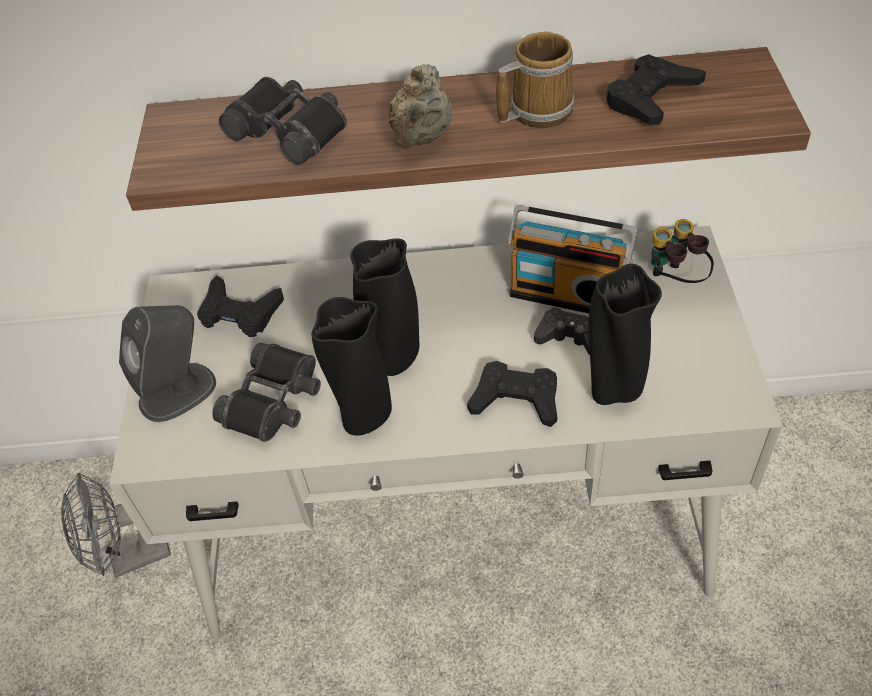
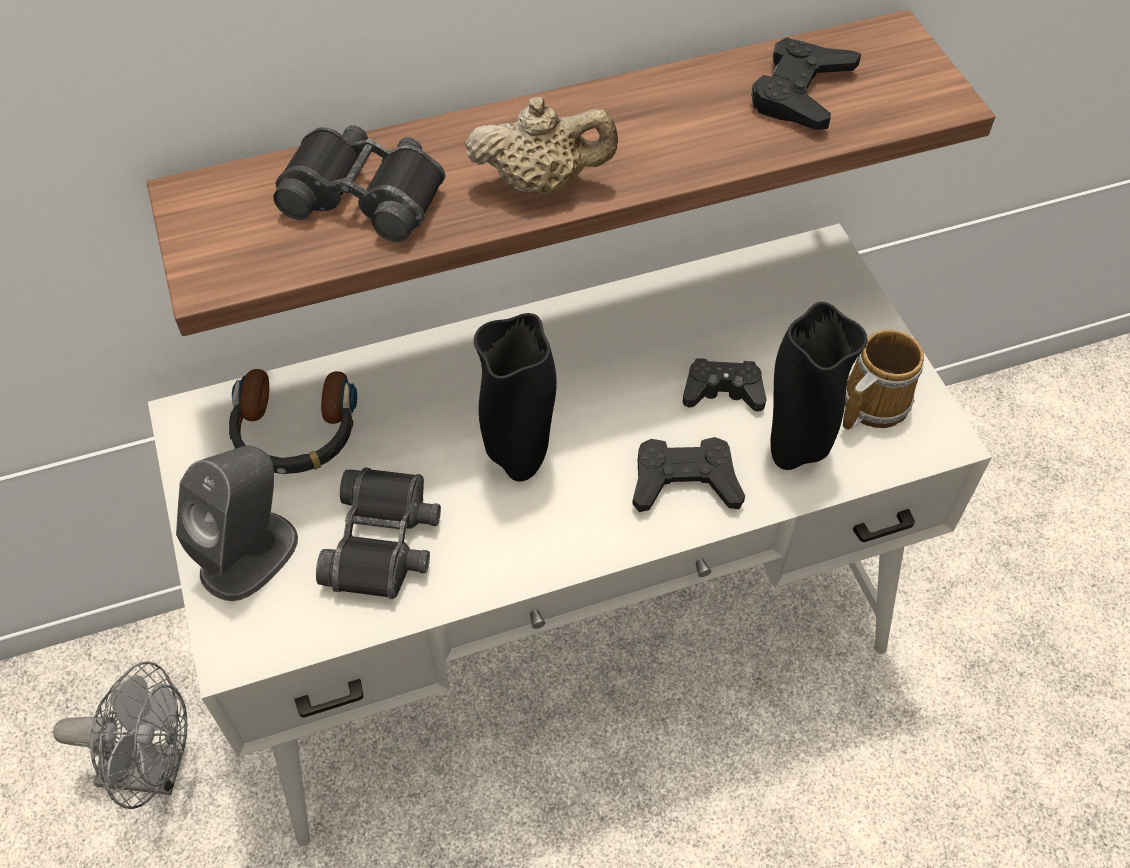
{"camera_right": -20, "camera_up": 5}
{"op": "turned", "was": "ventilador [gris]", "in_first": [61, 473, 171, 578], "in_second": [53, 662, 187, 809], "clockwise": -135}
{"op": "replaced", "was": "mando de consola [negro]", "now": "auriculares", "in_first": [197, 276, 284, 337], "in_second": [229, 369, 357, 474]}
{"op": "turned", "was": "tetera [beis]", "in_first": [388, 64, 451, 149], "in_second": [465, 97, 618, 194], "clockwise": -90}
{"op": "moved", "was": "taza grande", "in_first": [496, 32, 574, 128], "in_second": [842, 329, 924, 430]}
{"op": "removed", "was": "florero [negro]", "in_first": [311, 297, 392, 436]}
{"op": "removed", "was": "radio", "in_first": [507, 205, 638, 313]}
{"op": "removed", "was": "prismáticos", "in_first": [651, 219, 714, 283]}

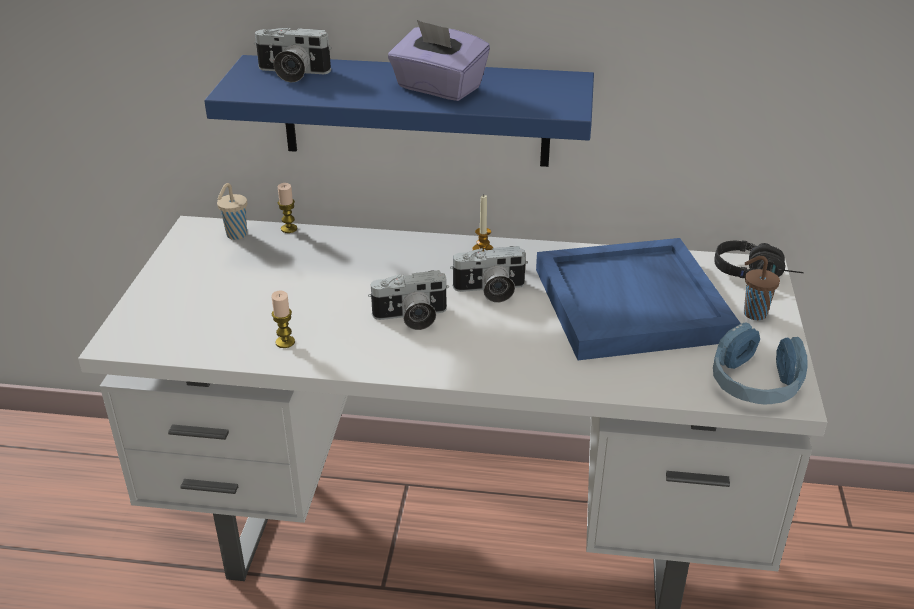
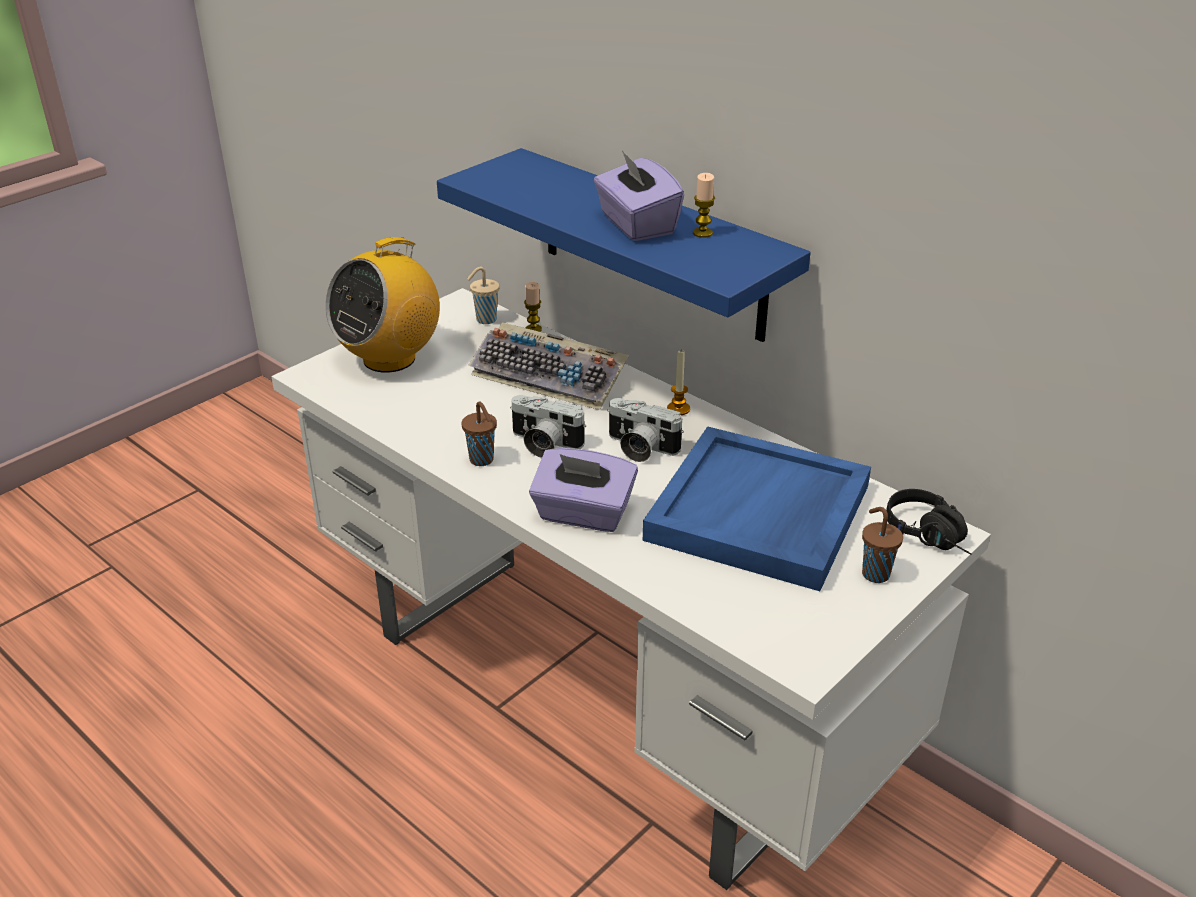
{"camera_right": 35, "camera_up": 0}
{"op": "added", "now": "radio", "in_second": [325, 237, 440, 373]}
{"op": "added", "now": "taza [marrón]", "in_second": [462, 401, 497, 466]}
{"op": "added", "now": "teclado", "in_second": [468, 322, 629, 410]}
{"op": "added", "now": "caja de pañuelos [morado]", "in_second": [529, 448, 638, 532]}
{"op": "moved", "was": "vela", "in_first": [271, 291, 295, 348], "in_second": [693, 173, 715, 238]}
{"op": "removed", "was": "cámara", "in_first": [254, 28, 332, 82]}
{"op": "removed", "was": "auriculares [azul]", "in_first": [713, 322, 808, 404]}

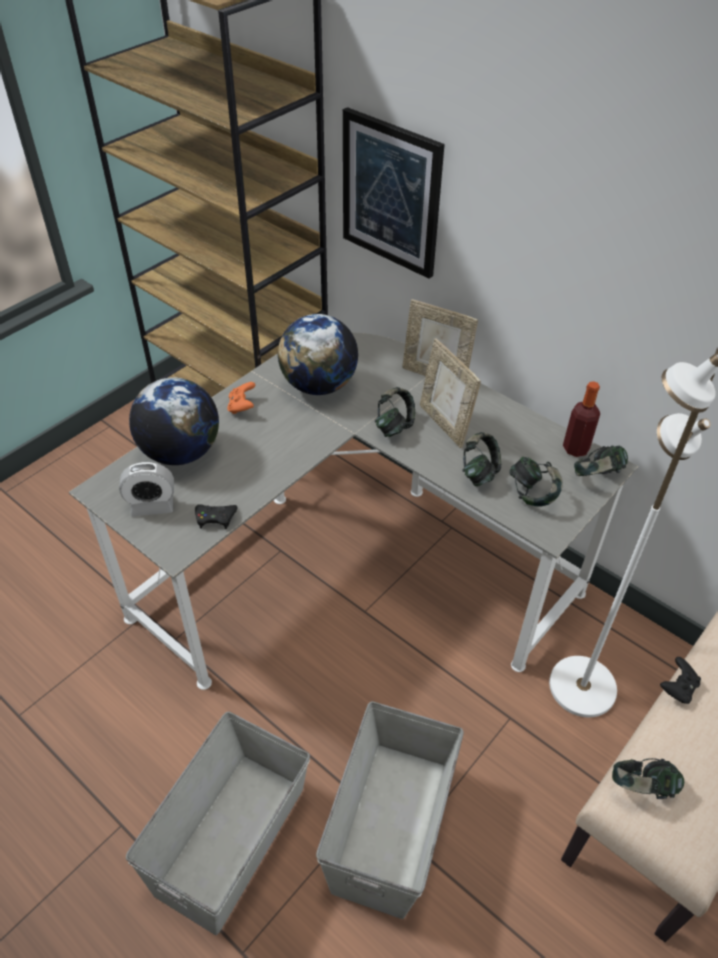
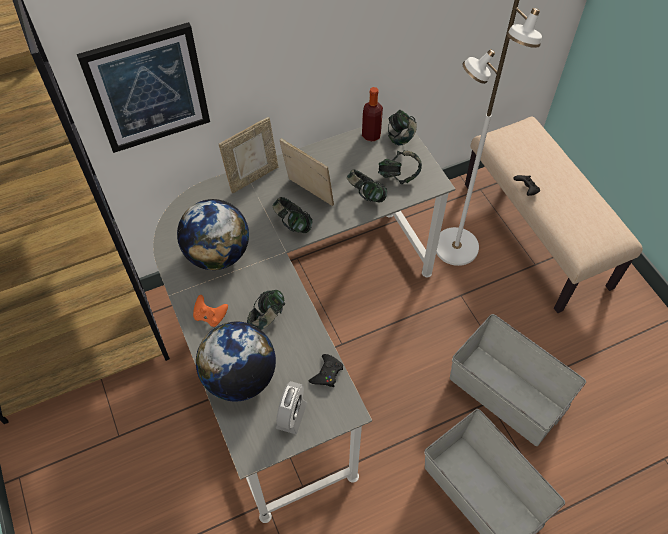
{"camera_right": -65, "camera_up": 10}
{"op": "moved", "was": "auriculares", "in_first": [612, 758, 684, 799], "in_second": [247, 290, 285, 330]}
{"op": "turned", "was": "portarretratos", "in_first": [420, 338, 481, 448], "in_second": [280, 138, 334, 206], "clockwise": -135}

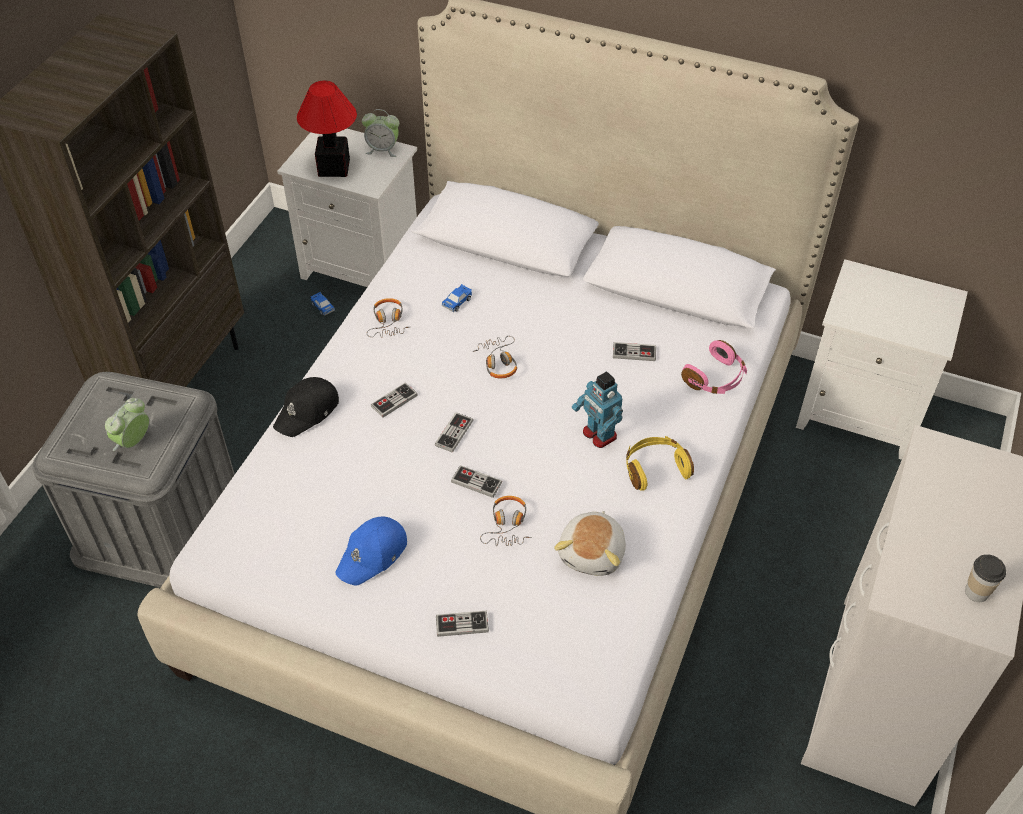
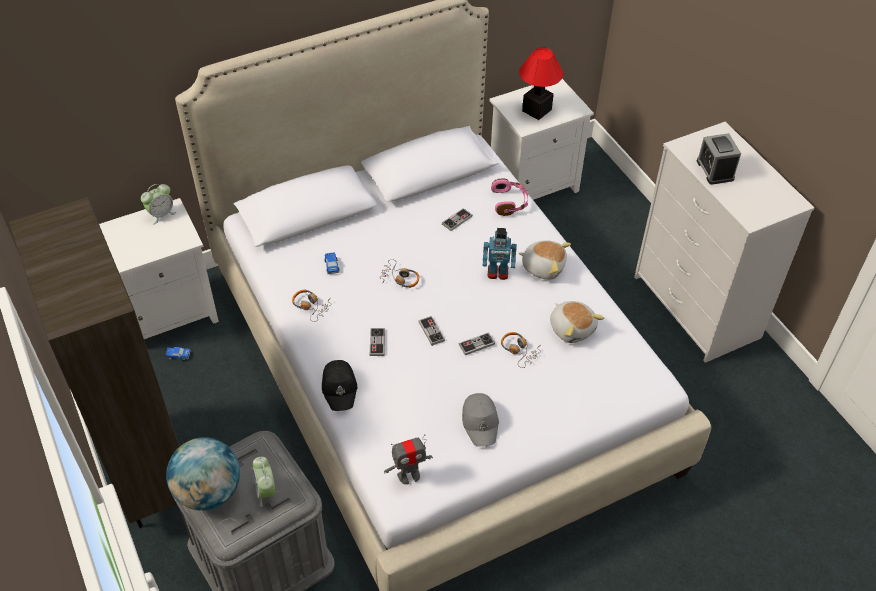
{"camera_right": -50, "camera_up": 0}
{"op": "added", "now": "globo terráqueo", "in_second": [166, 437, 240, 511]}
{"op": "added", "now": "robot de juguete", "in_second": [384, 434, 433, 485]}
{"op": "recoloured", "was": "gorra [azul]", "now": "gorra [gris]", "in_first": [335, 517, 407, 586], "in_second": [462, 393, 499, 447]}
{"op": "replaced", "was": "auriculares [amarillo]", "now": "peluche", "in_first": [626, 436, 694, 491], "in_second": [518, 240, 571, 280]}
{"op": "moved", "was": "lámpara de mesa", "in_first": [297, 81, 357, 177], "in_second": [519, 48, 563, 120]}
{"op": "added", "now": "despertador", "in_second": [697, 133, 741, 185]}
{"op": "removed", "was": "mando de consola", "in_first": [436, 610, 489, 637]}
{"op": "removed", "was": "taza", "in_first": [965, 554, 1006, 602]}

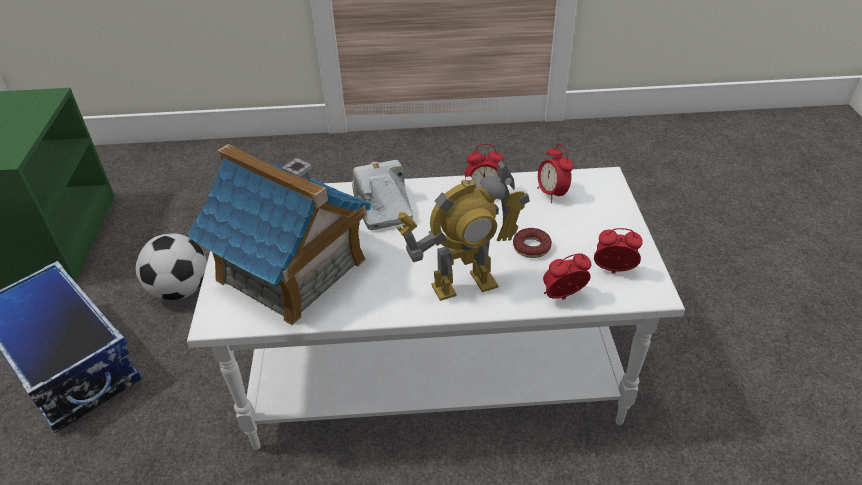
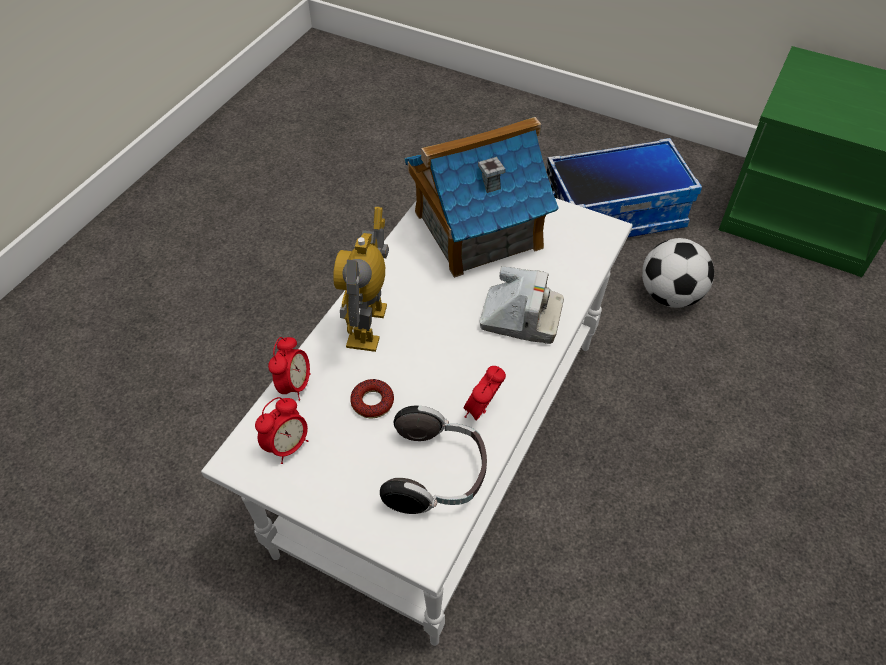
{"camera_right": 120, "camera_up": 10}
{"op": "replaced", "was": "despertador", "now": "auriculares", "in_first": [537, 144, 574, 203], "in_second": [380, 405, 487, 514]}

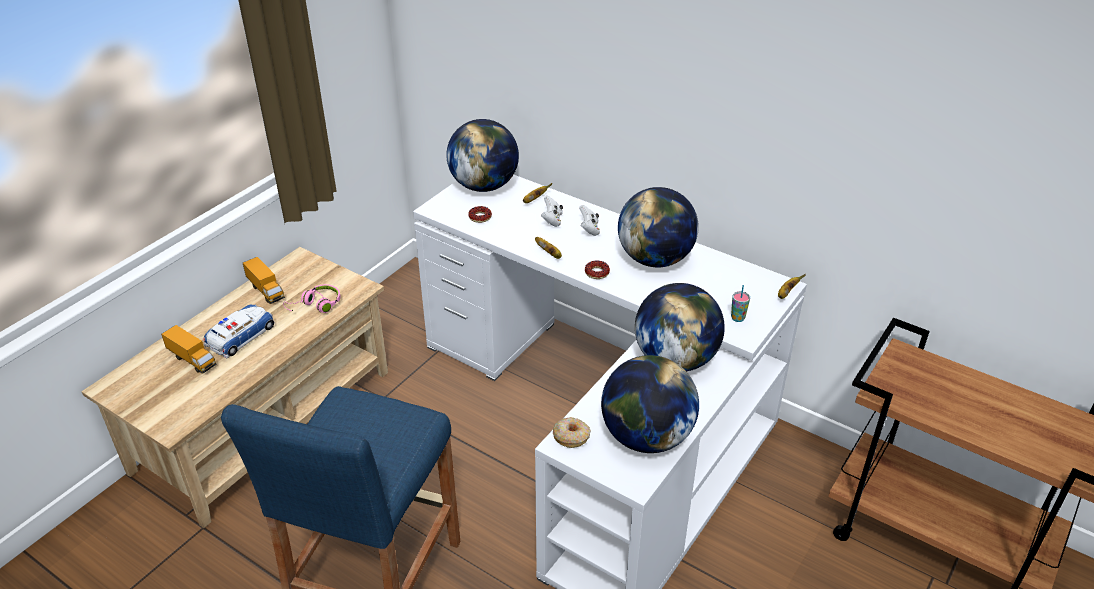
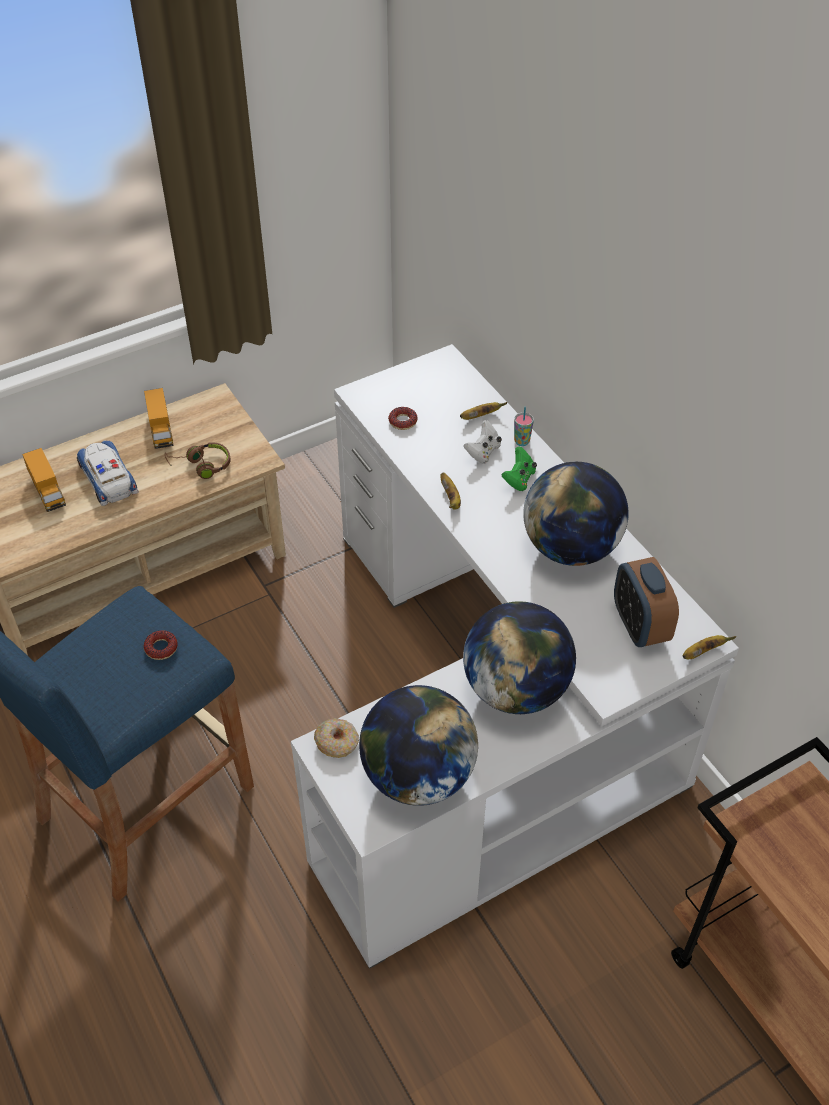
{"camera_right": 25, "camera_up": 10}
{"op": "turned", "was": "coche de juguete", "in_first": [203, 304, 275, 358], "in_second": [77, 440, 139, 506], "clockwise": -90}
{"op": "moved", "was": "rosquilla", "in_first": [585, 260, 610, 279], "in_second": [144, 630, 178, 660]}
{"op": "recoloured", "was": "auriculares [rosa]", "now": "auriculares [marrón]", "in_first": [283, 284, 341, 313], "in_second": [165, 442, 231, 479]}
{"op": "recoloured", "was": "mando de consola [blanco]", "now": "mando de consola [verde]", "in_first": [579, 205, 600, 236], "in_second": [501, 447, 537, 491]}
{"op": "moved", "was": "taza", "in_first": [731, 285, 750, 322], "in_second": [514, 407, 534, 446]}
{"op": "added", "now": "despertador", "in_second": [614, 557, 679, 647]}
{"op": "removed", "was": "globo terráqueo", "in_first": [446, 119, 519, 192]}

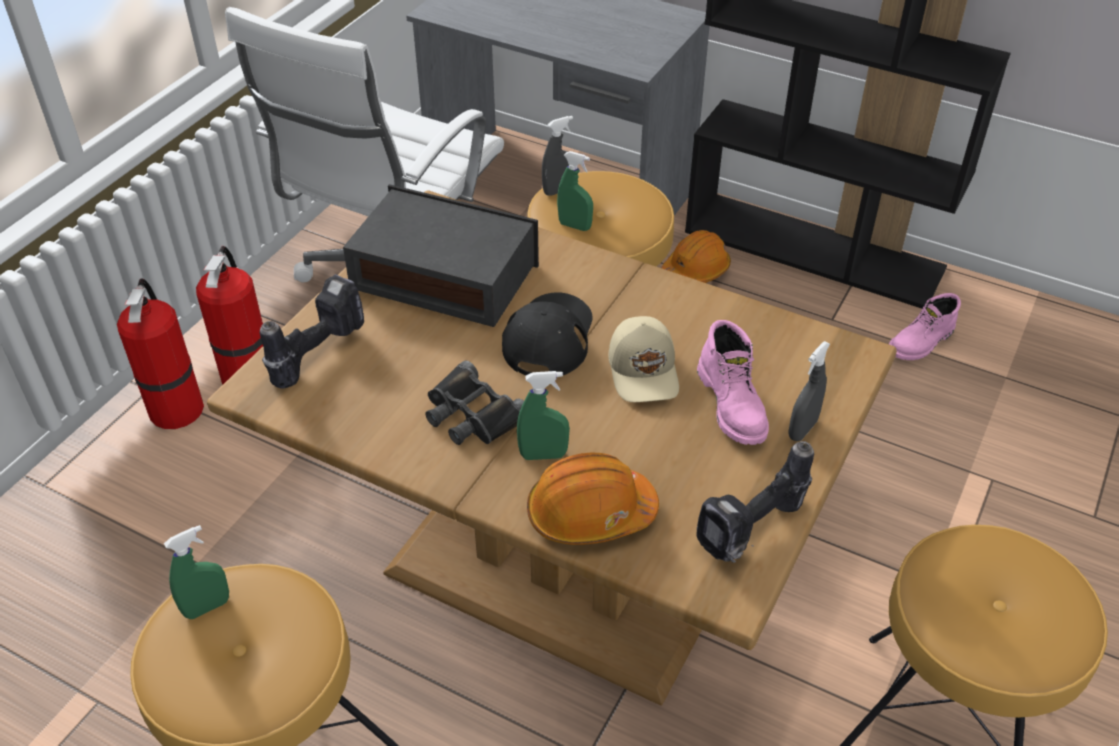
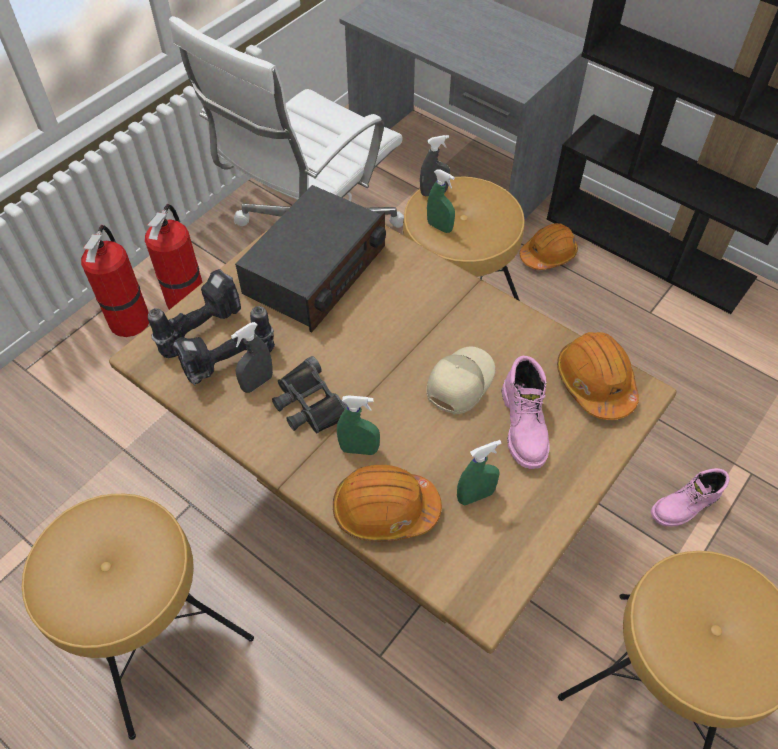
{"camera_right": 10, "camera_up": 10}
{"op": "moved", "was": "taladro", "in_first": [697, 441, 814, 563], "in_second": [173, 306, 275, 385]}
{"op": "moved", "was": "pulverizador [gris]", "in_first": [789, 341, 830, 441], "in_second": [231, 322, 273, 393]}
{"op": "turned", "was": "radio", "in_first": [343, 184, 539, 327], "in_second": [235, 185, 386, 333], "clockwise": 90}
{"op": "turned", "was": "gorra [beis]", "in_first": [609, 316, 679, 402], "in_second": [426, 346, 495, 414], "clockwise": -150}
{"op": "moved", "was": "pulverizador [verde]", "in_first": [164, 525, 229, 619], "in_second": [457, 440, 502, 505]}
{"op": "added", "now": "casco [naranja]", "in_second": [557, 332, 639, 420]}
{"op": "moved", "was": "bota [rosa]", "in_first": [889, 293, 961, 360], "in_second": [651, 468, 729, 527]}
{"op": "removed", "was": "gorra [negro]", "in_first": [502, 292, 593, 376]}

